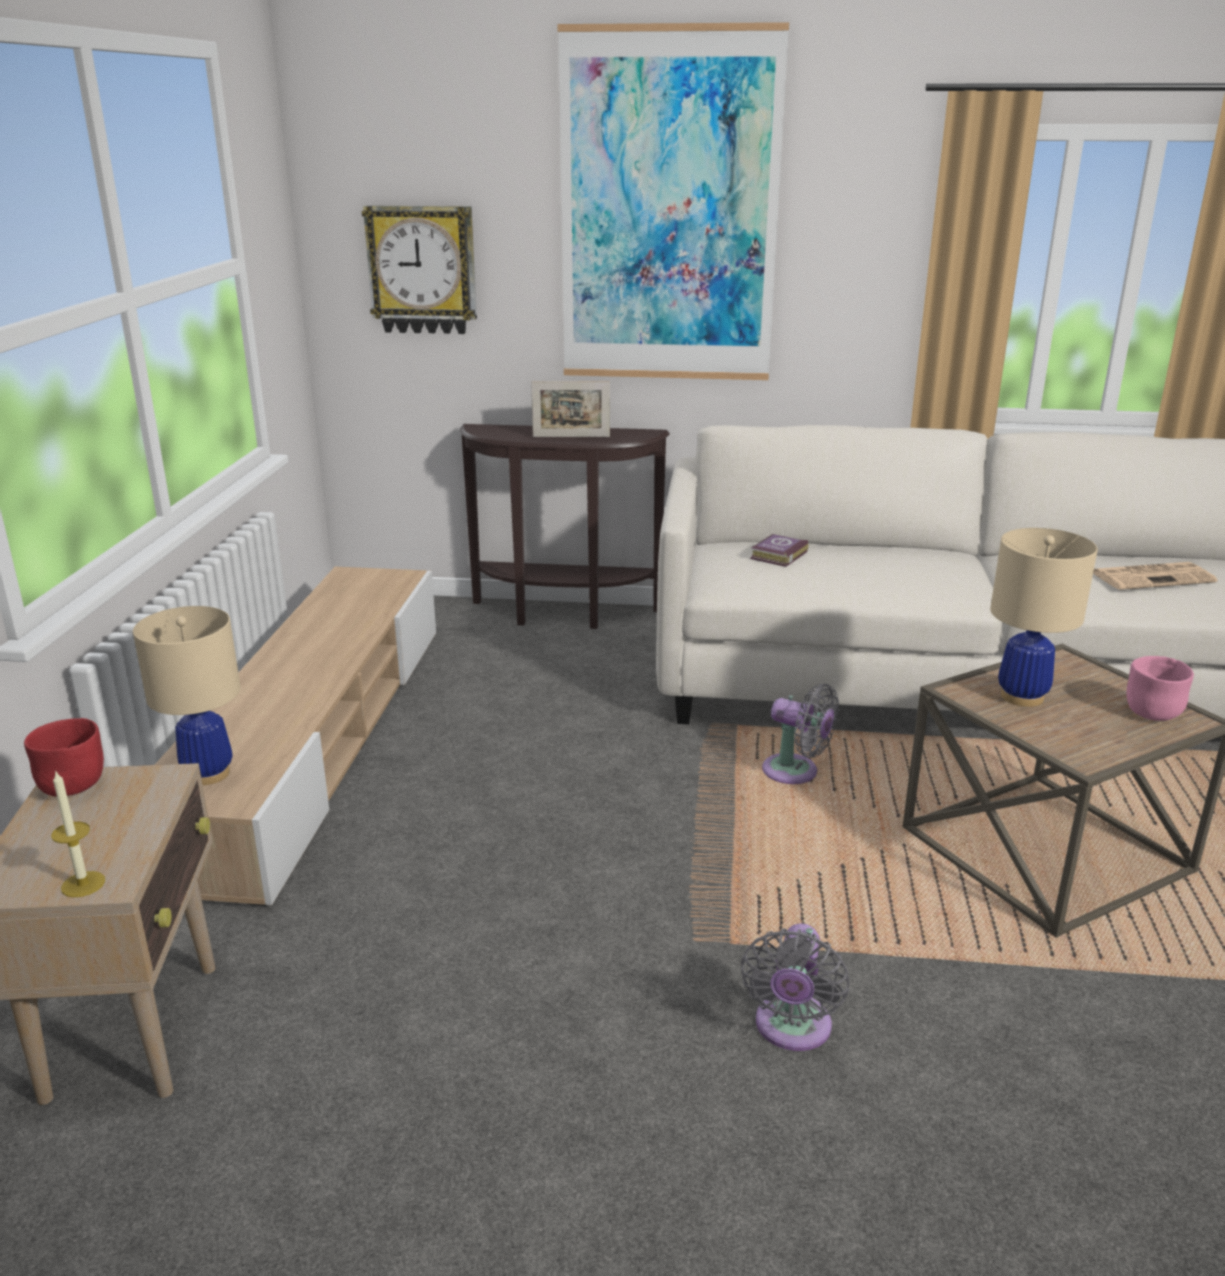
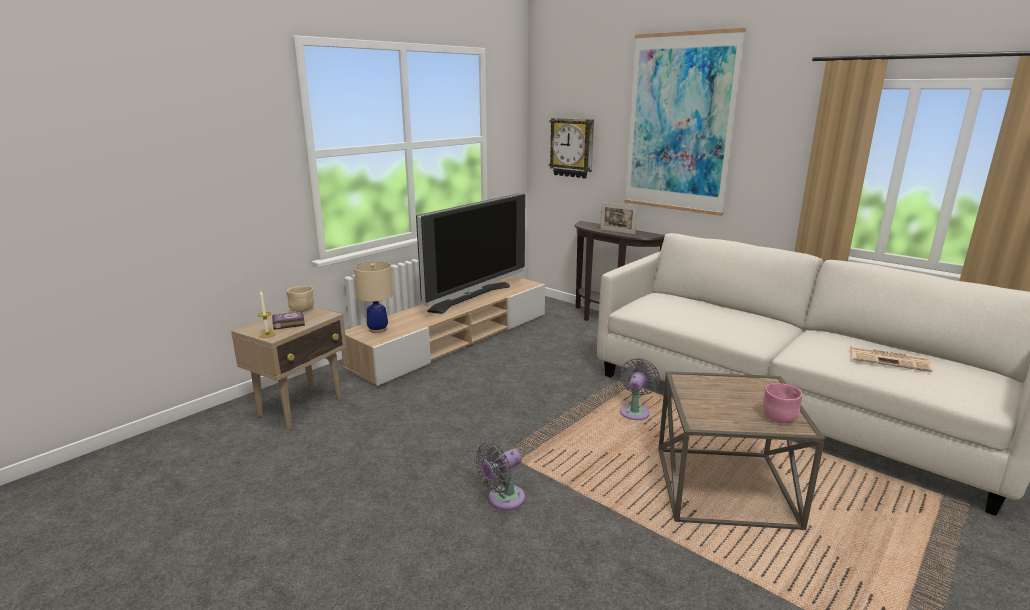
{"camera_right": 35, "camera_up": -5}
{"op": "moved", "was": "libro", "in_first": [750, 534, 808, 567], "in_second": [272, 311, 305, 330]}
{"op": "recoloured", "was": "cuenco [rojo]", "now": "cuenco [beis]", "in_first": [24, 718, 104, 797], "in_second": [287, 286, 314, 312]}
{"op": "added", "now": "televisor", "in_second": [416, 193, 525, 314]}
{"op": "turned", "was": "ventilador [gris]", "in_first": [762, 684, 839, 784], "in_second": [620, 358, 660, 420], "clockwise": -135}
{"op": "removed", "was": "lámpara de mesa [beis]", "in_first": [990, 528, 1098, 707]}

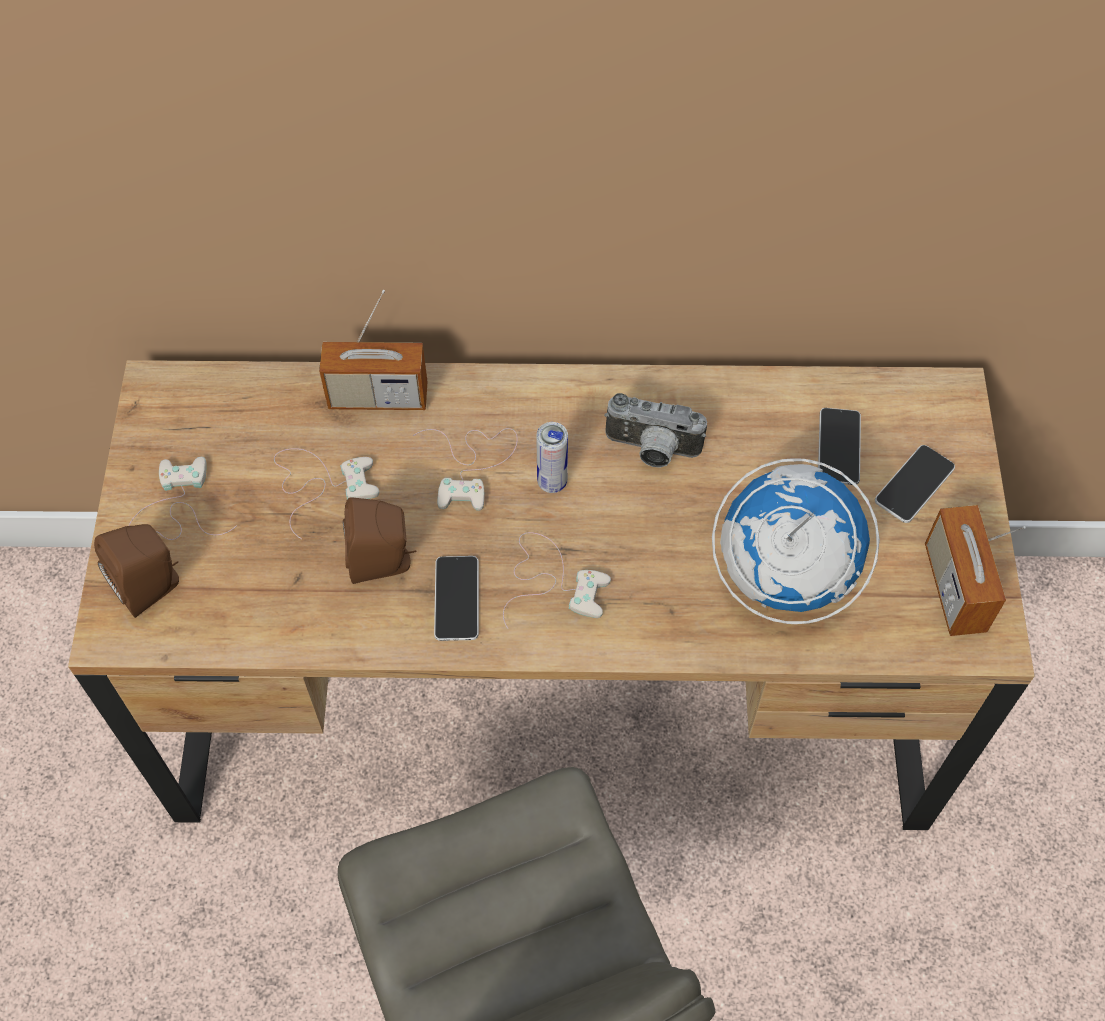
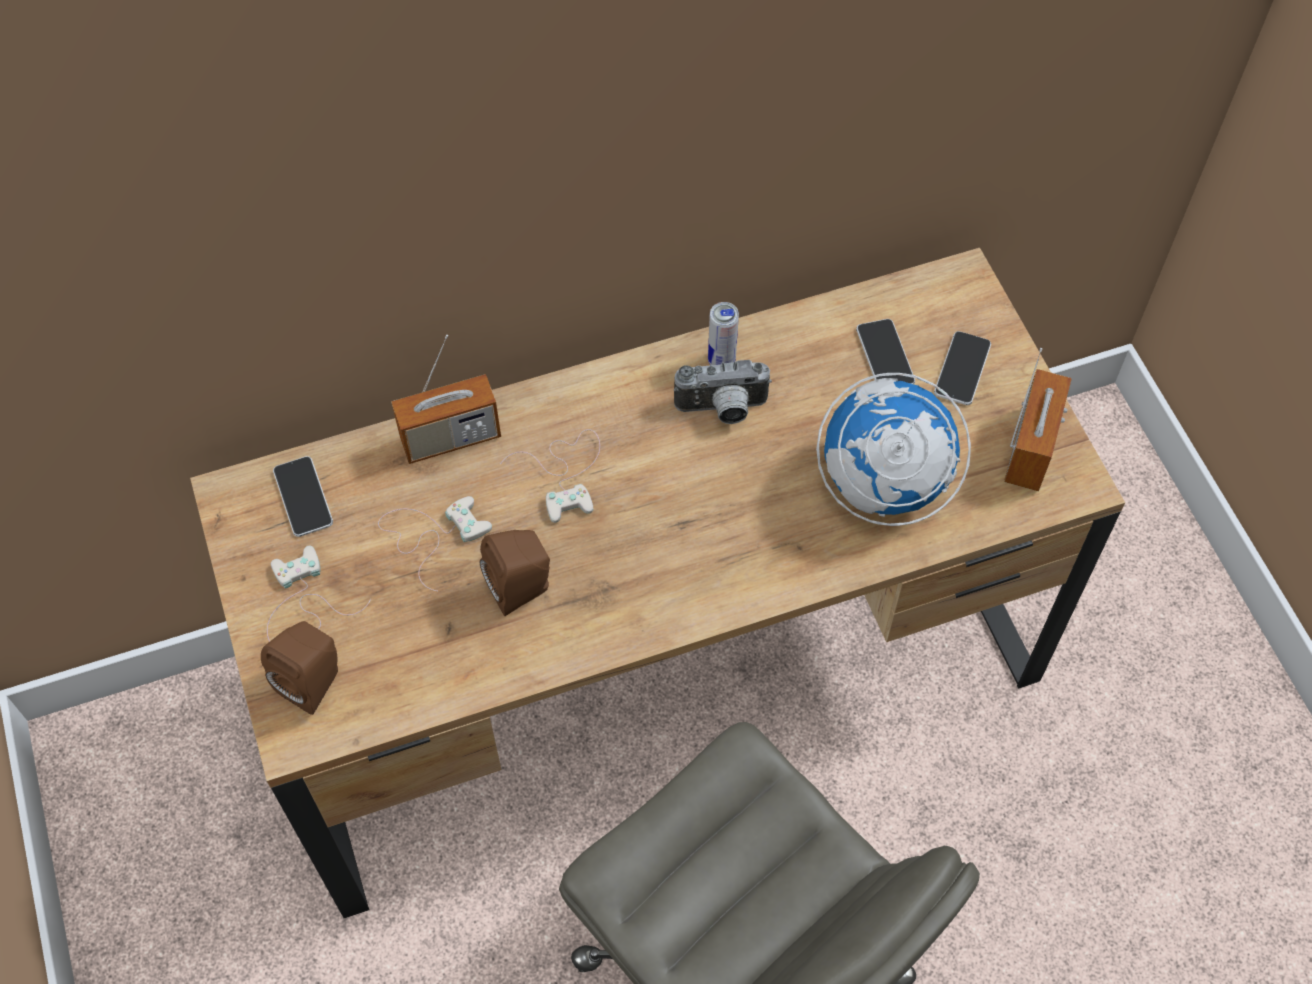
{"camera_right": -20, "camera_up": 0}
{"op": "moved", "was": "móvil", "in_first": [434, 556, 479, 641], "in_second": [273, 456, 333, 537]}
{"op": "moved", "was": "lata", "in_first": [536, 422, 568, 493], "in_second": [708, 302, 739, 365]}
{"op": "turned", "was": "radio", "in_first": [925, 505, 1026, 636], "in_second": [1004, 348, 1072, 491], "clockwise": -135}
{"op": "removed", "was": "mando de consola [blanco]", "in_first": [503, 532, 611, 629]}

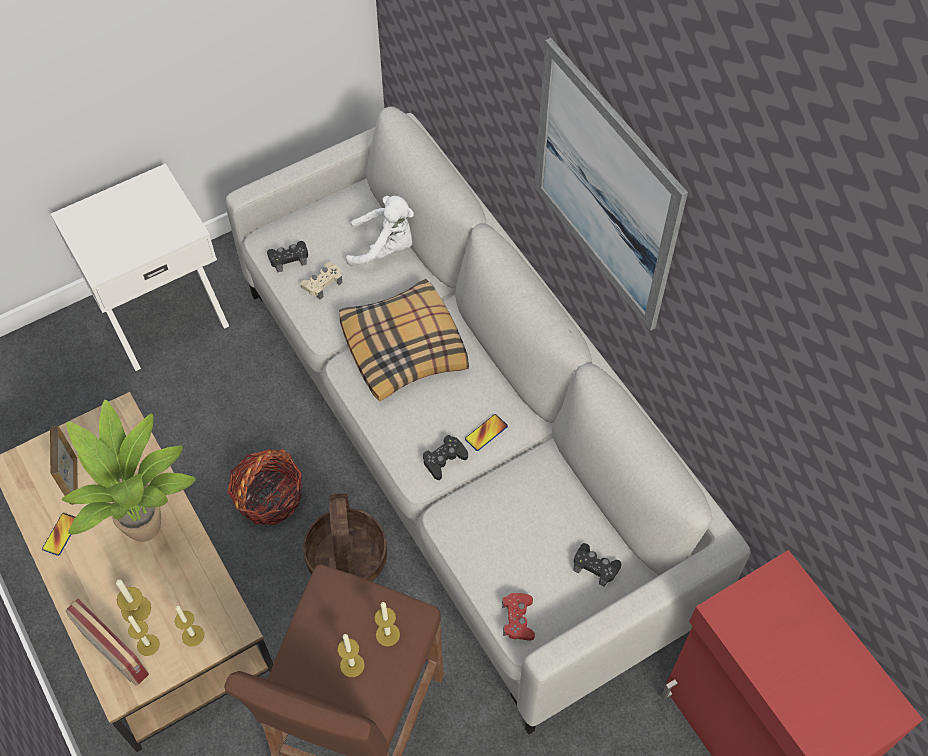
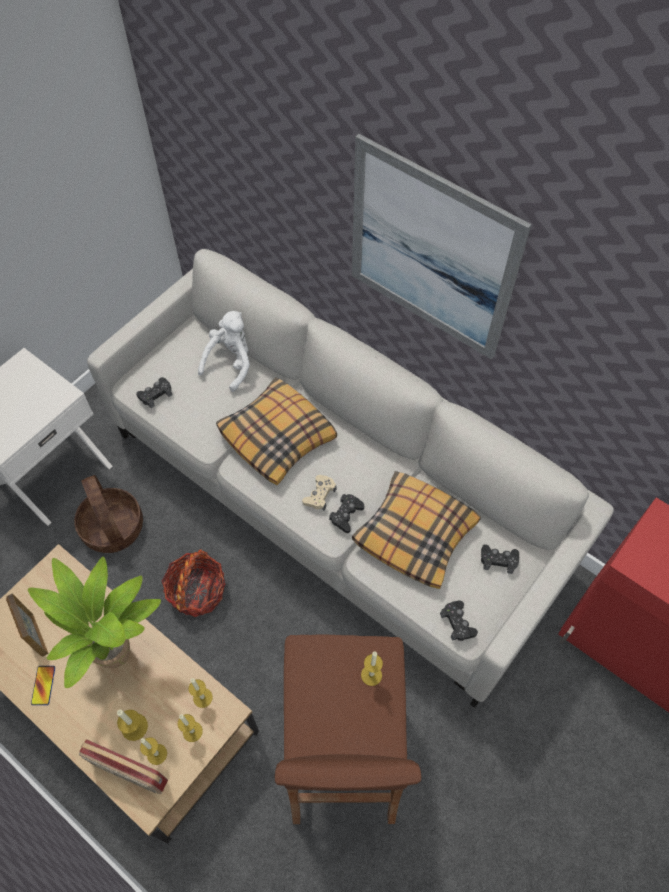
{"camera_right": -20, "camera_up": 0}
{"op": "moved", "was": "cesta", "in_first": [303, 493, 387, 582], "in_second": [74, 475, 143, 553]}
{"op": "moved", "was": "vela", "in_first": [338, 634, 365, 677], "in_second": [188, 678, 213, 708]}
{"op": "turned", "was": "peluche [blanco]", "in_first": [346, 196, 414, 266], "in_second": [198, 311, 250, 392], "clockwise": -45}
{"op": "moved", "was": "mando de consola [beis]", "in_first": [300, 262, 343, 300], "in_second": [302, 475, 336, 510]}
{"op": "added", "now": "cojín", "in_second": [352, 471, 481, 589]}
{"op": "recoloured", "was": "mando de consola [rojo]", "now": "mando de consola [negro]", "in_first": [502, 593, 535, 641], "in_second": [440, 600, 478, 641]}
{"op": "removed", "was": "móvil", "in_first": [465, 414, 508, 451]}

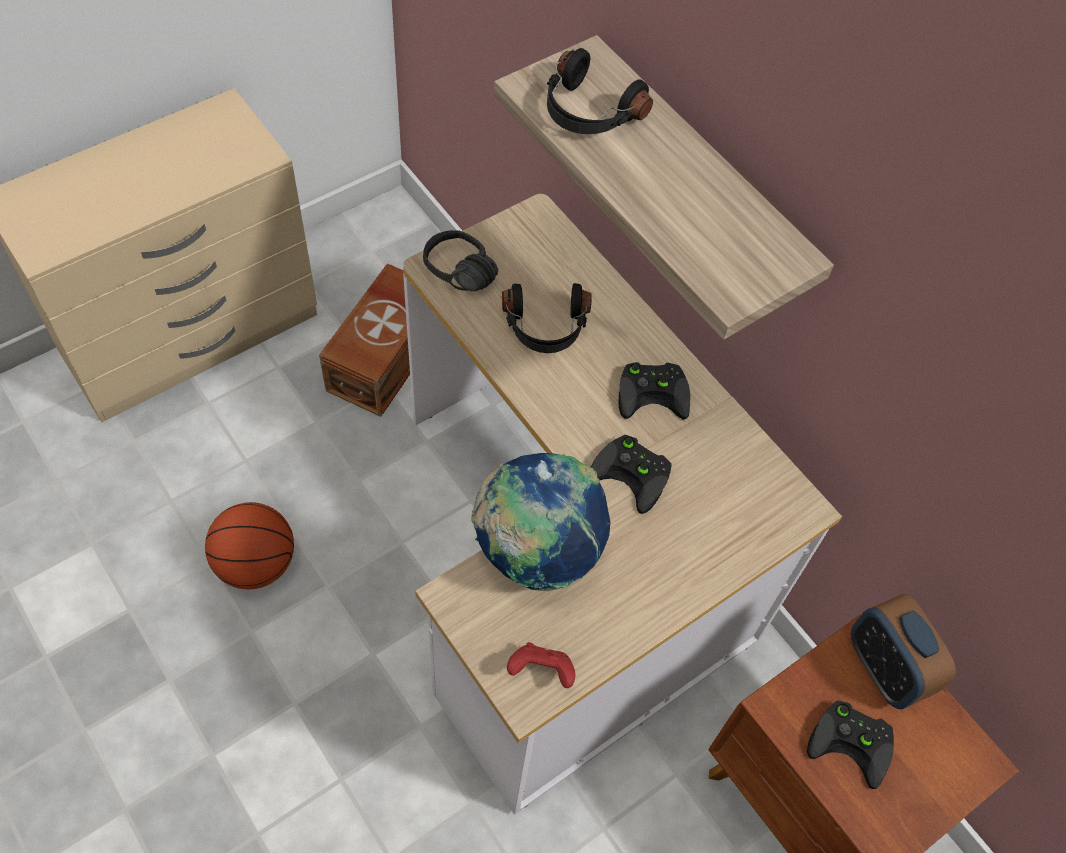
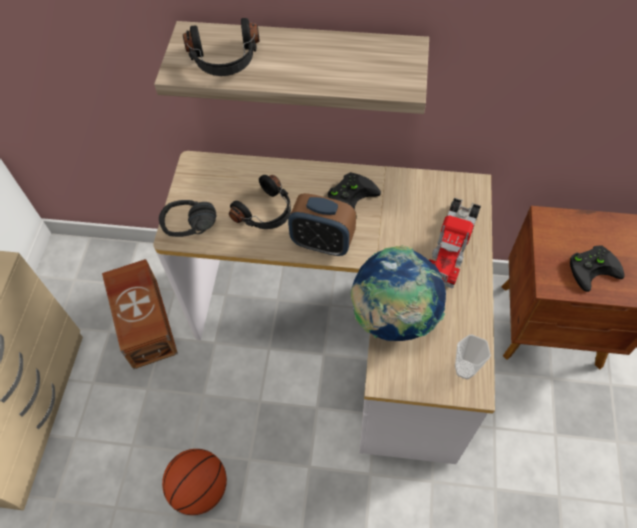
{"camera_right": -40, "camera_up": 0}
{"op": "moved", "was": "despertador", "in_first": [851, 594, 956, 709], "in_second": [288, 193, 356, 256]}
{"op": "added", "now": "camión de juguete", "in_second": [429, 198, 481, 289]}
{"op": "replaced", "was": "mando de consola [rojo]", "now": "taza", "in_first": [507, 642, 575, 688], "in_second": [455, 334, 491, 379]}
{"op": "removed", "was": "mando de consola [negro]", "in_first": [591, 435, 672, 514]}

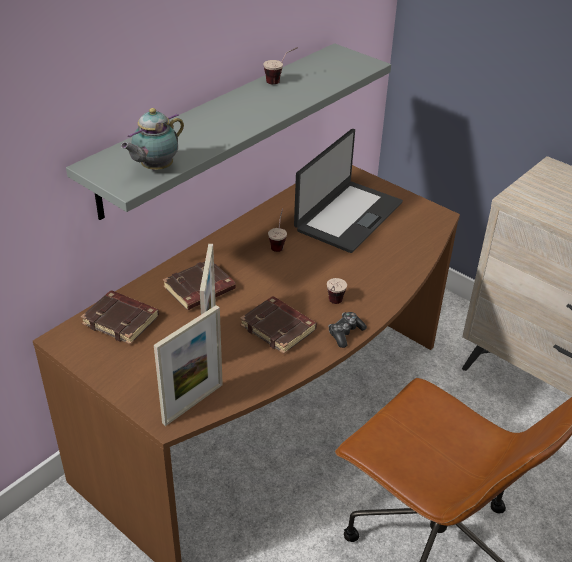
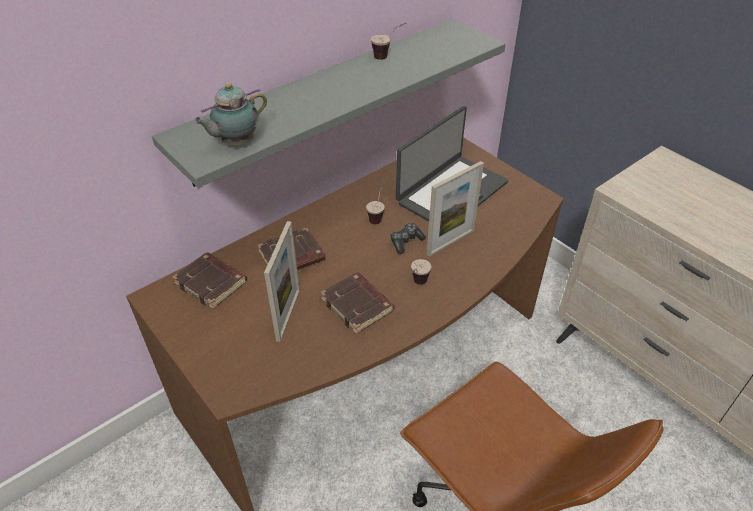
{"camera_right": 10, "camera_up": 5}
{"op": "moved", "was": "mando de consola", "in_first": [328, 312, 367, 348], "in_second": [390, 223, 426, 254]}
{"op": "moved", "was": "portarretratos", "in_first": [154, 305, 223, 426], "in_second": [427, 161, 484, 257]}

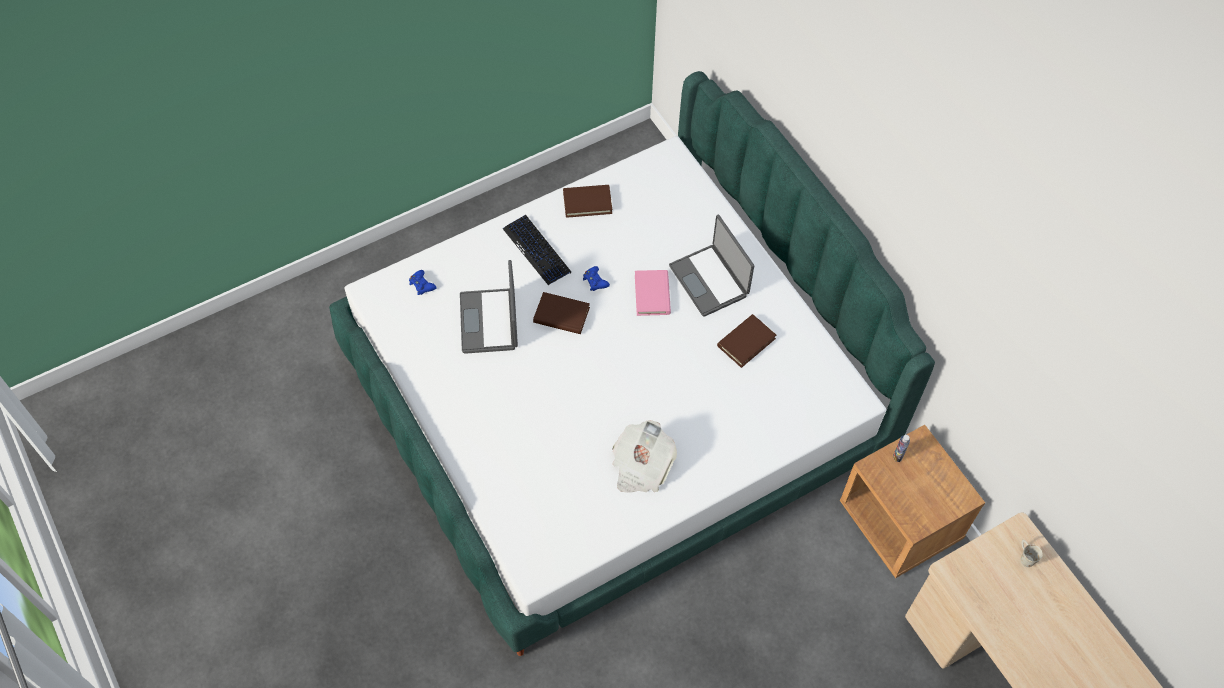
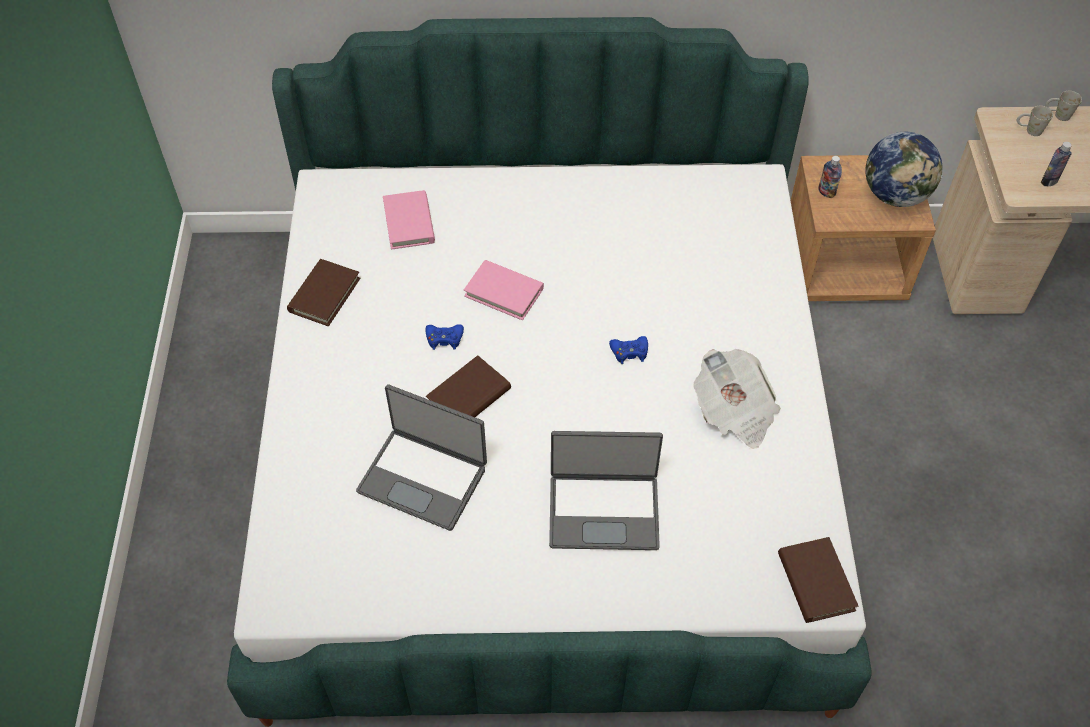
{"camera_right": -60, "camera_up": -5}
{"op": "added", "now": "libro [rosa]", "in_second": [383, 190, 435, 250]}
{"op": "moved", "was": "portátil", "in_first": [669, 215, 754, 317], "in_second": [549, 431, 663, 550]}
{"op": "moved", "was": "mando de consola [azul]", "in_first": [409, 270, 437, 295], "in_second": [609, 336, 648, 364]}
{"op": "moved", "was": "libro [marrón]", "in_first": [717, 314, 776, 368], "in_second": [778, 537, 858, 623]}
{"op": "added", "now": "globo terráqueo", "in_second": [865, 132, 942, 207]}
{"op": "added", "now": "botella", "in_second": [1041, 142, 1072, 186]}
{"op": "added", "now": "taza grande [blanco]", "in_second": [1045, 91, 1082, 121]}
{"op": "removed", "was": "teclado", "in_first": [503, 215, 571, 285]}

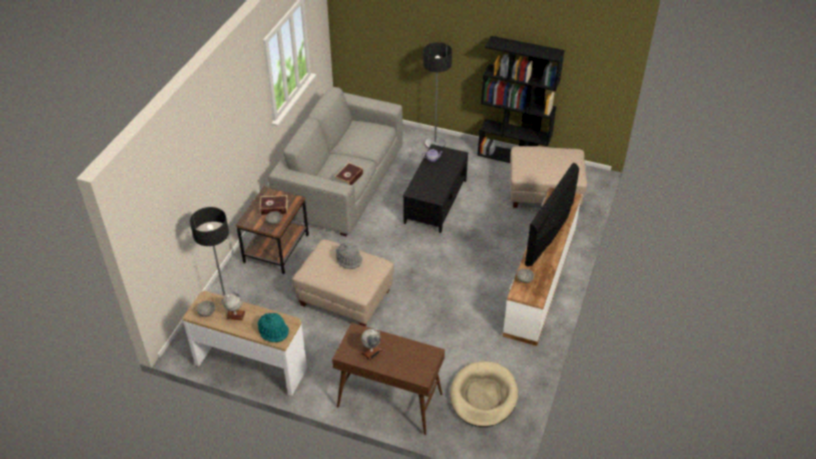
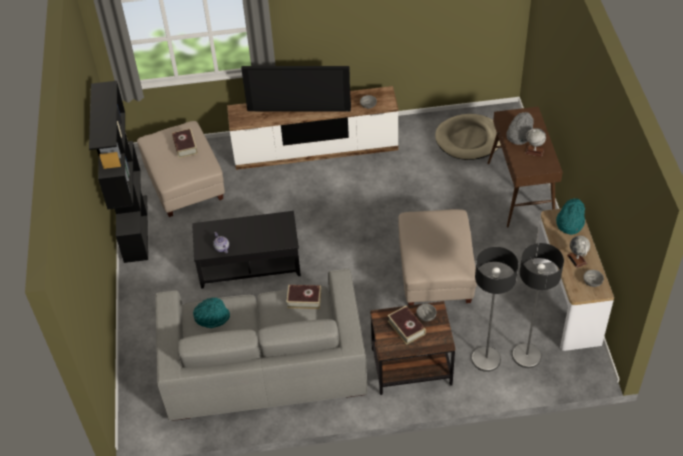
{"camera_right": -115, "camera_up": 5}
{"op": "added", "now": "libro", "in_second": [172, 128, 198, 158]}
{"op": "added", "now": "sombrero [turquesa]", "in_second": [193, 297, 230, 328]}
{"op": "moved", "was": "lámpara de pie", "in_first": [423, 42, 452, 149], "in_second": [472, 247, 518, 372]}
{"op": "moved", "was": "sombrero [gris]", "in_first": [336, 242, 363, 269], "in_second": [506, 112, 534, 145]}

